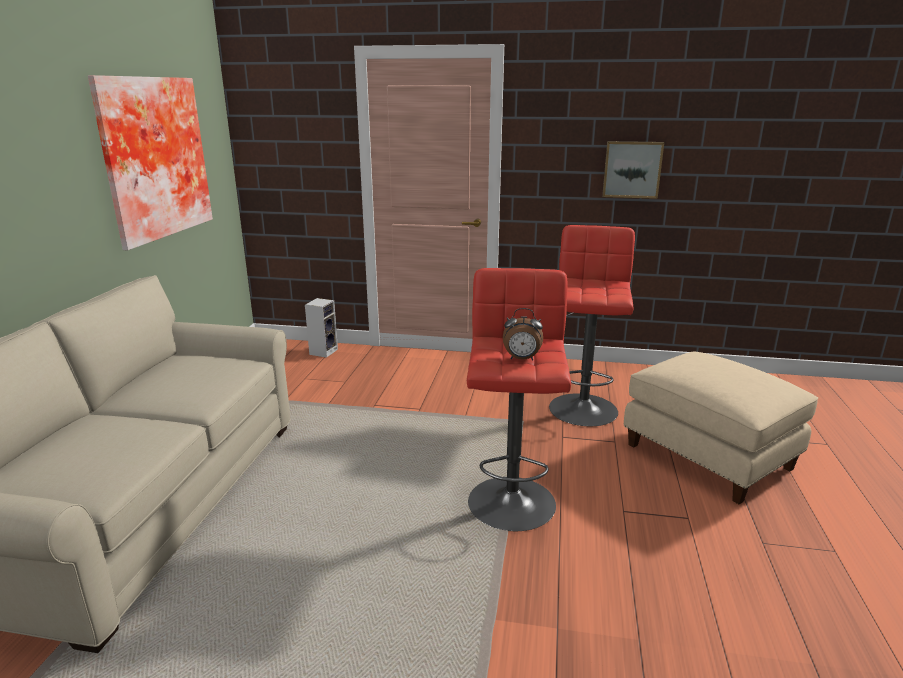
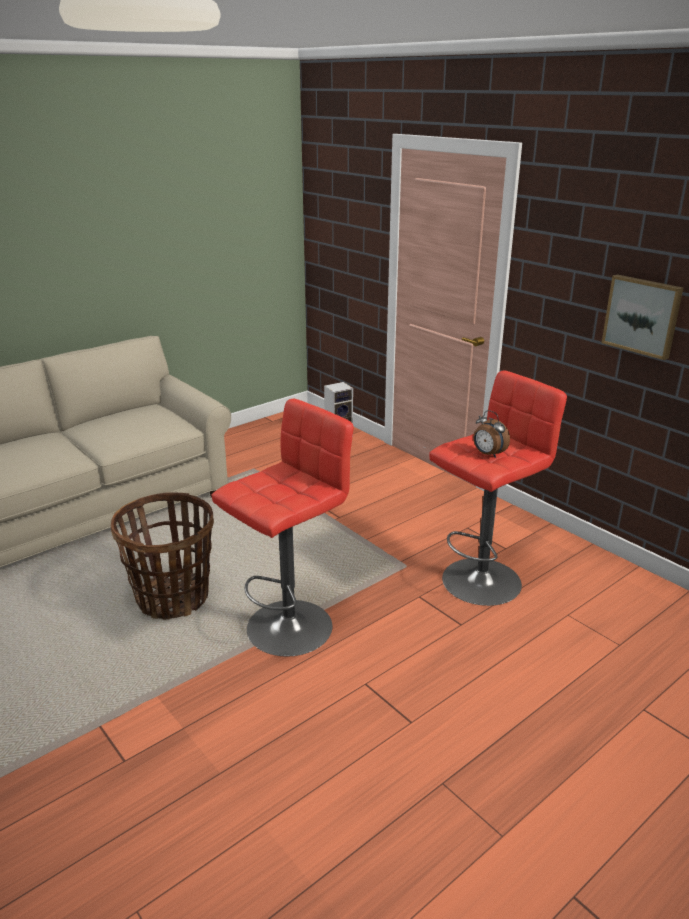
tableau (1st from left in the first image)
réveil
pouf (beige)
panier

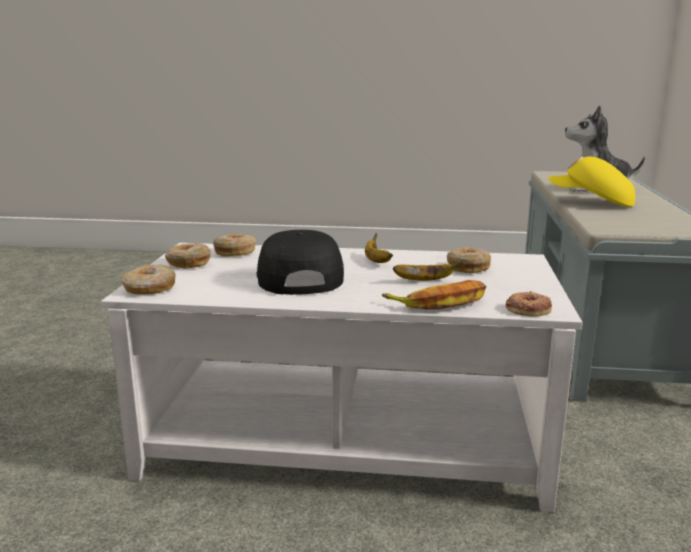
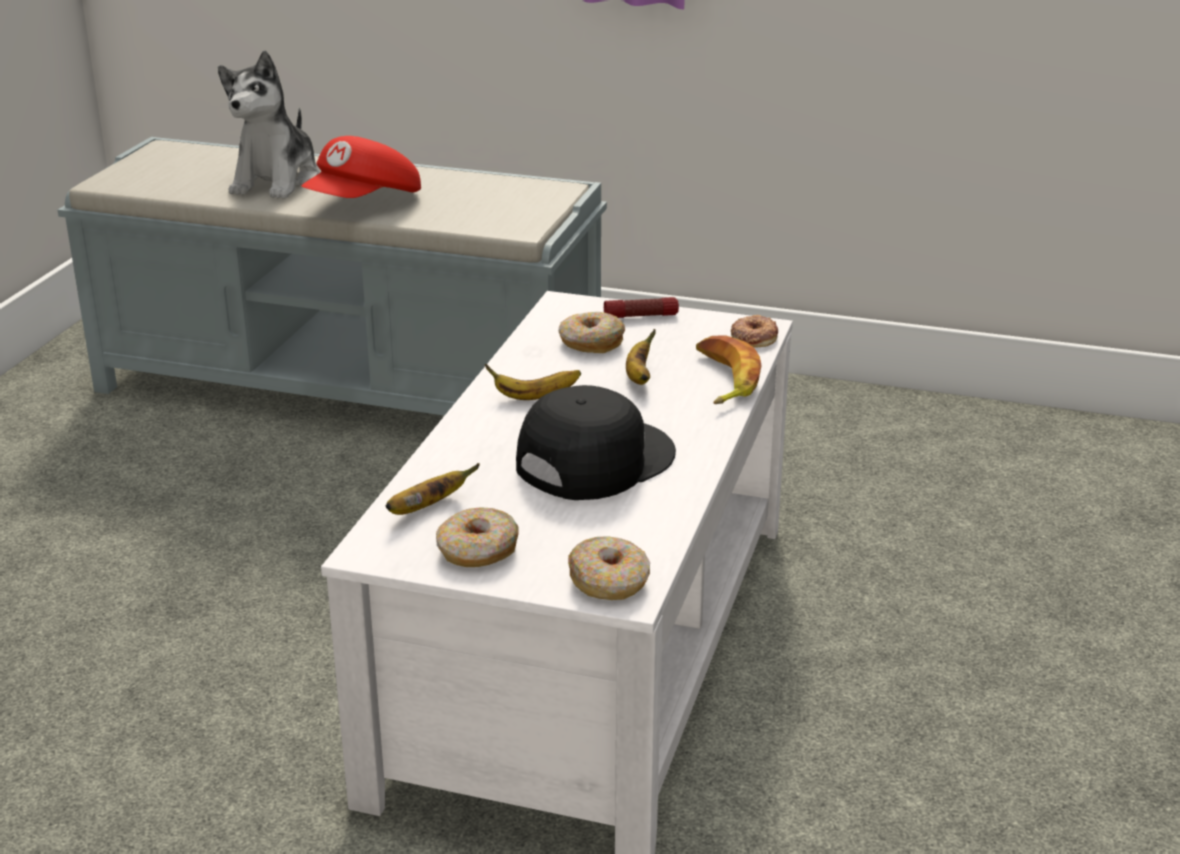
casquette (rouge)
casquette (noir)
banane (1st from left)
lampe de poche

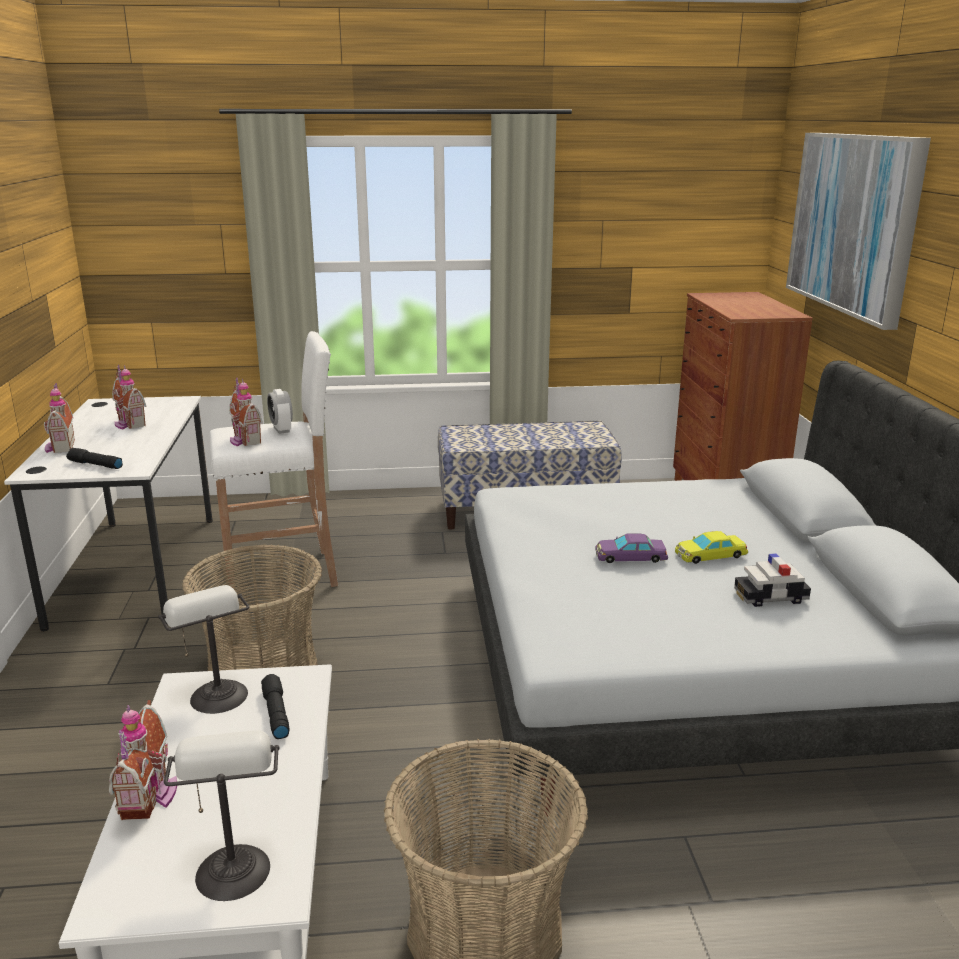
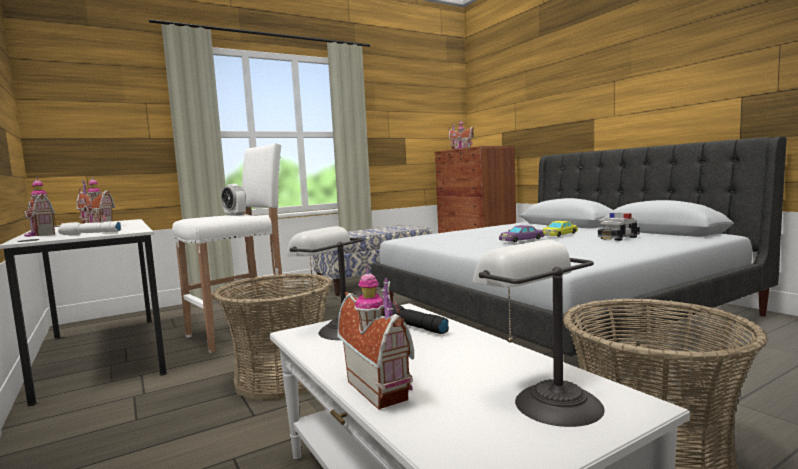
tableau
maison miniature (4th from left)
lampe de poche (blanc)

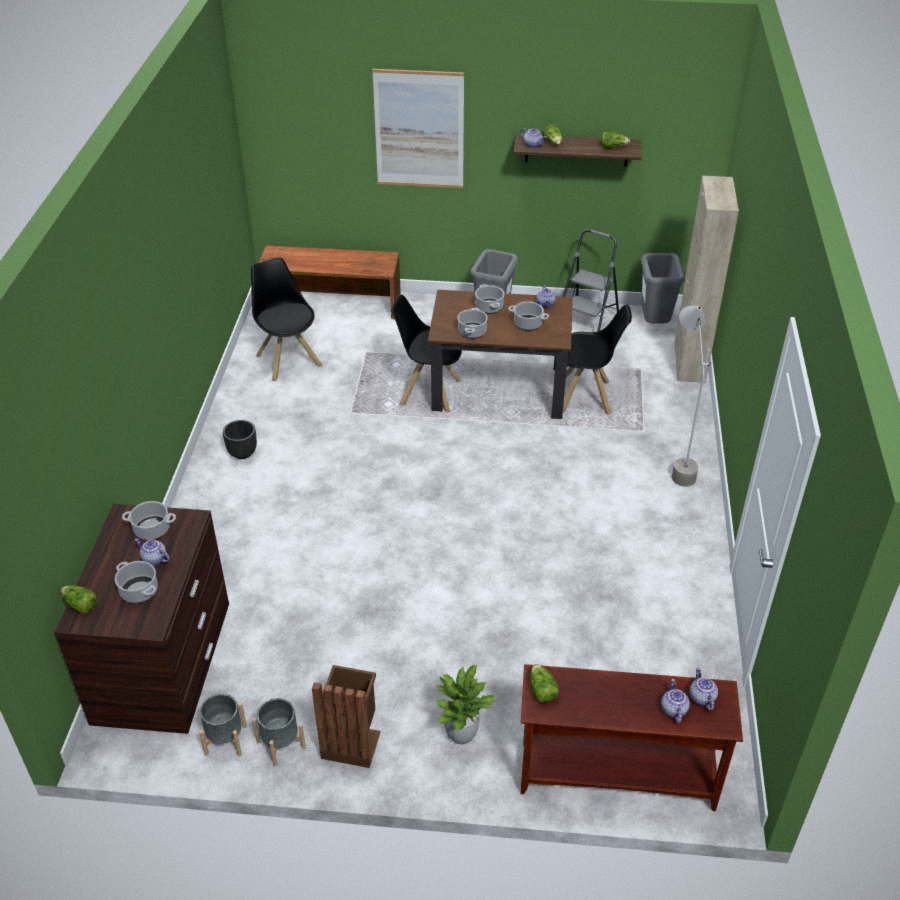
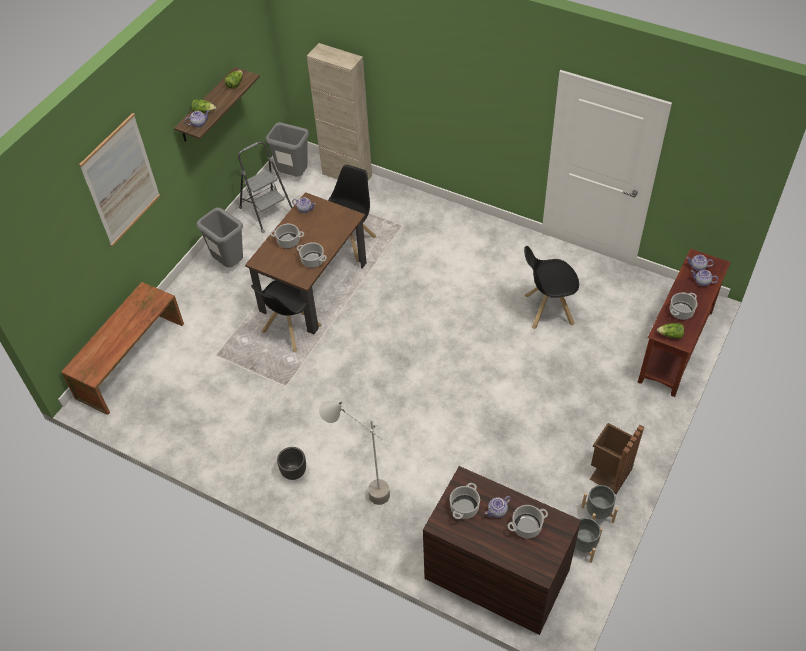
chaise (noir) (3rd from left)
marmite (5th from left)
lampadaire (gris)
laitue (1st from left in the first image)
plante en pot

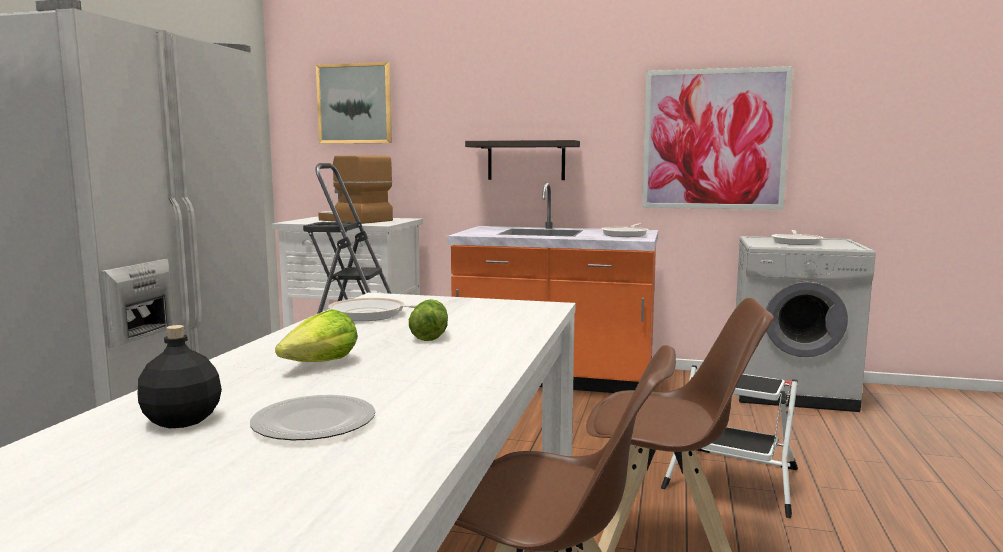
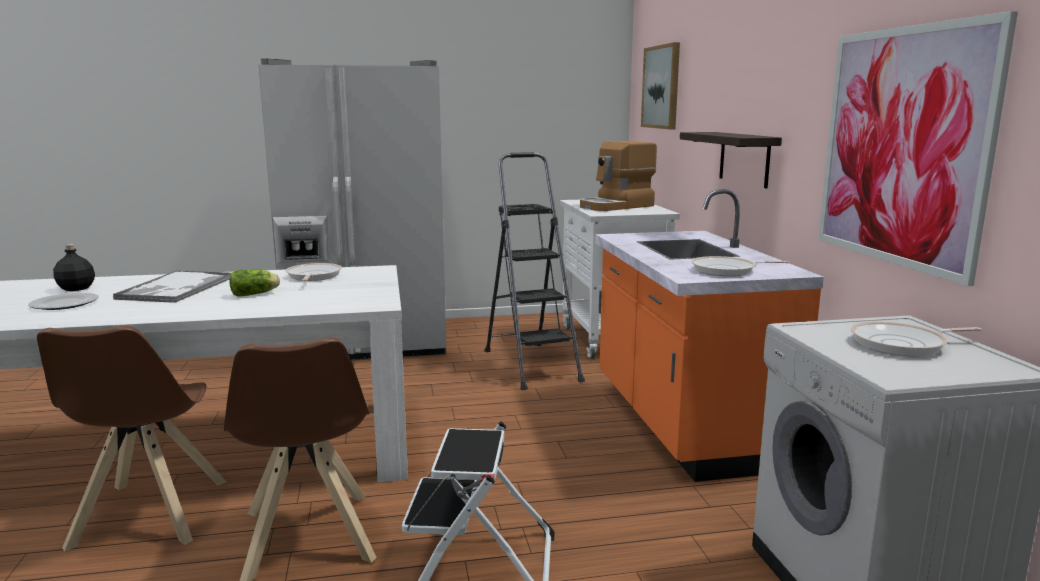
machine à café
plateau

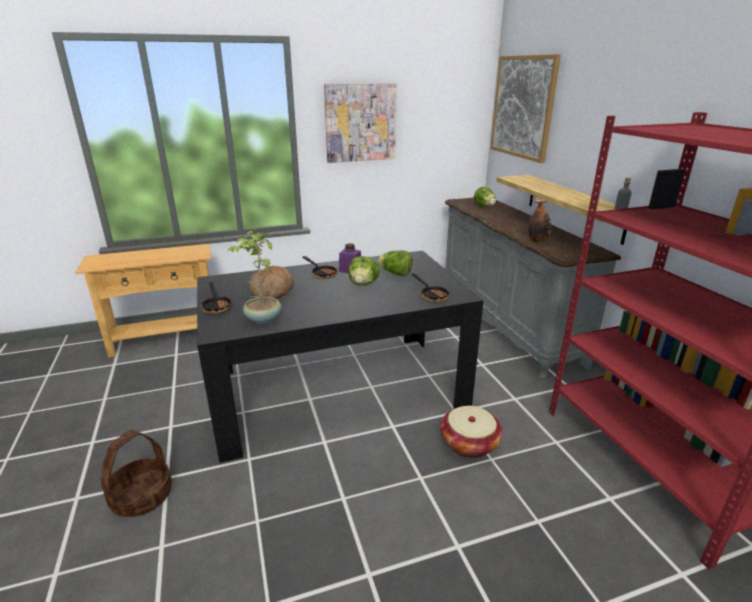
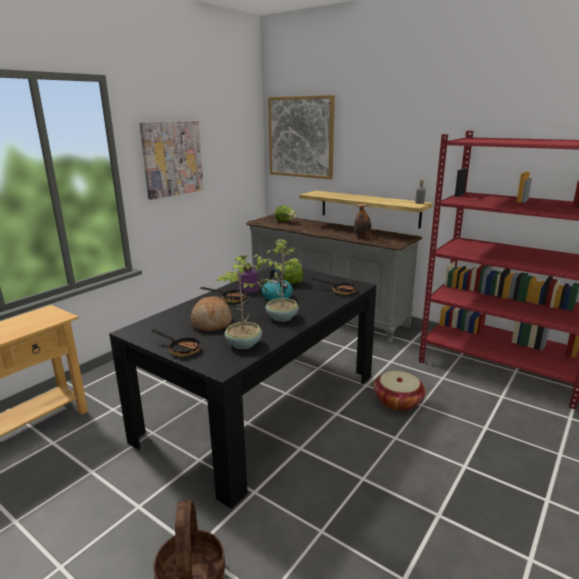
bouilloire
plante en pot (2nd from left)

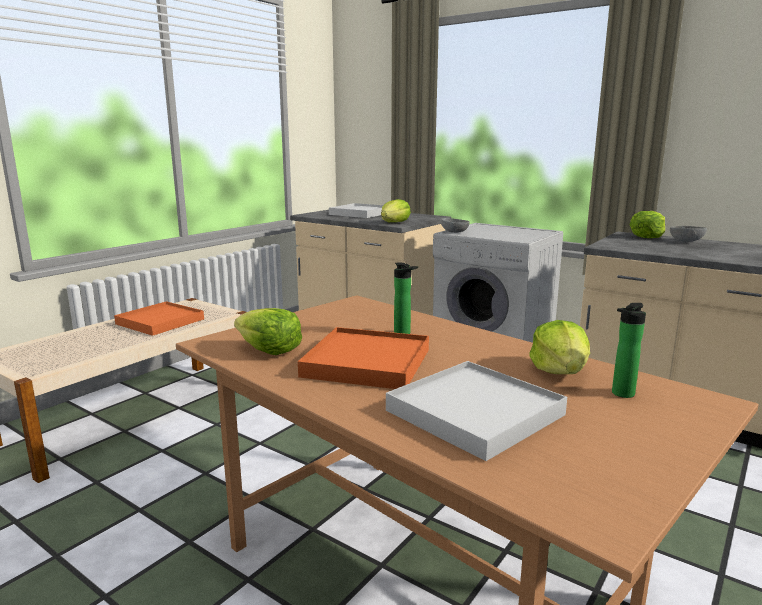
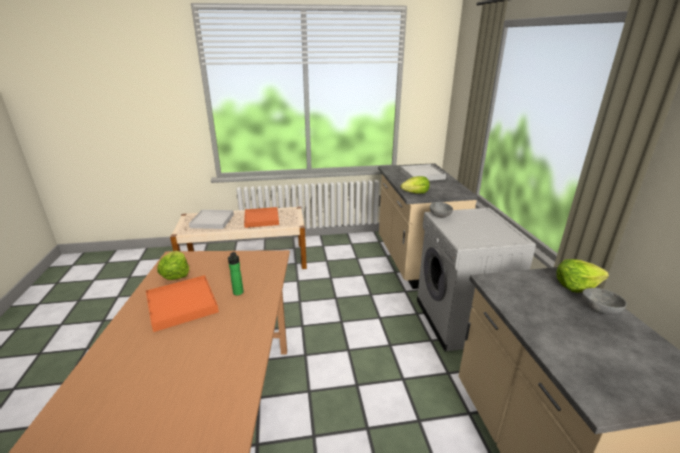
bouteille (2nd from left in the first image)
laitue (3rd from left in the first image)
plateau (blanc) (1st from left)

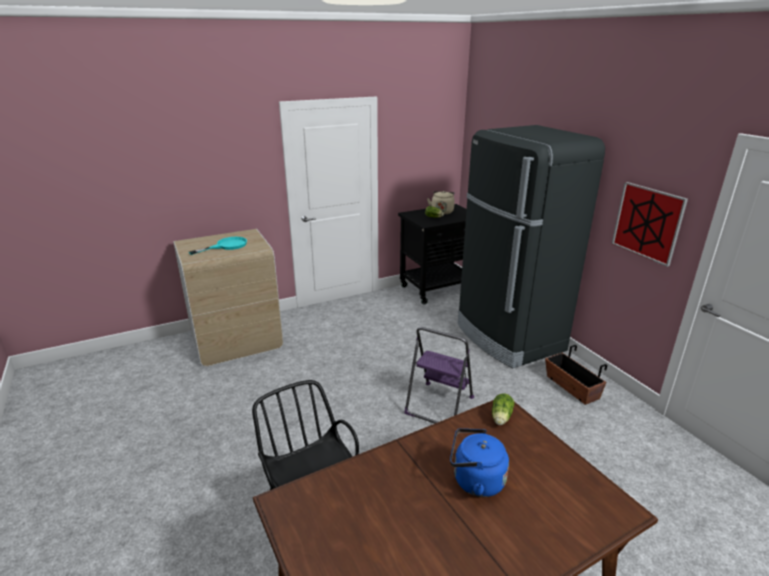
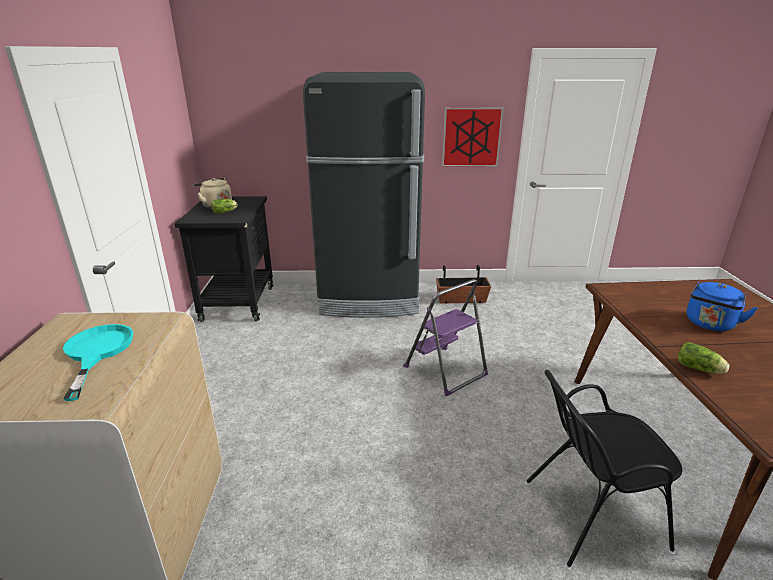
laitue (2nd from left)

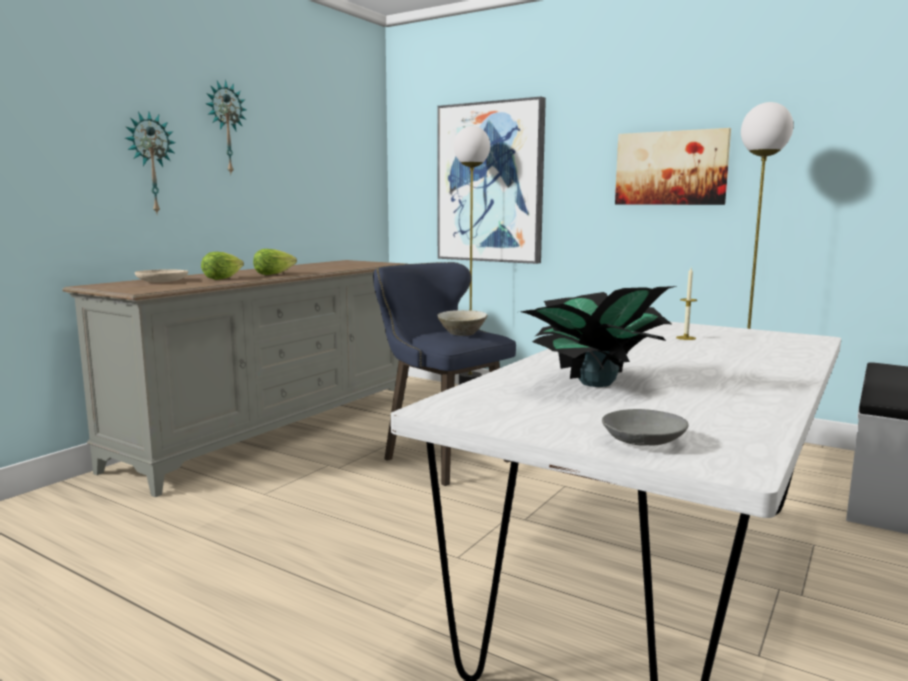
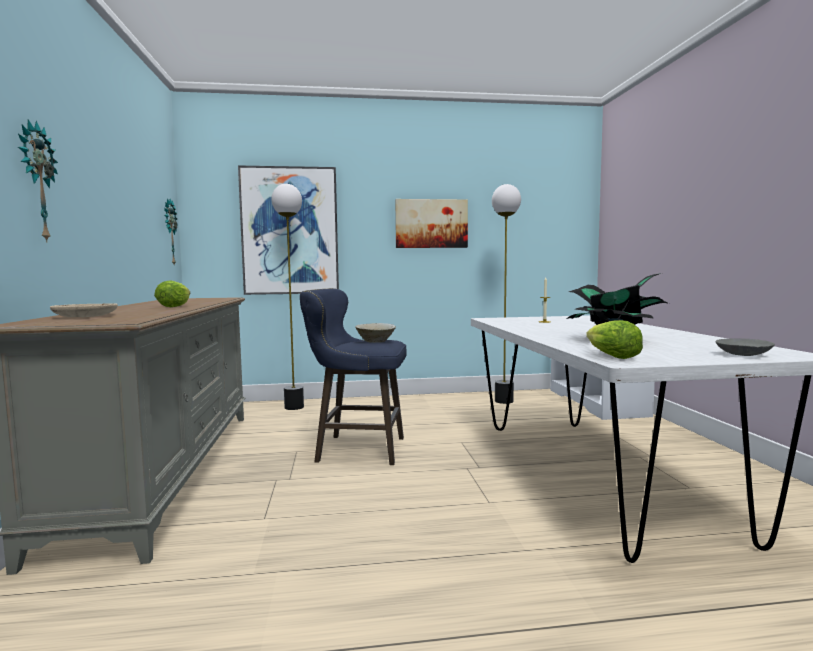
horloge murale (2nd from left)
laitue (2nd from left)

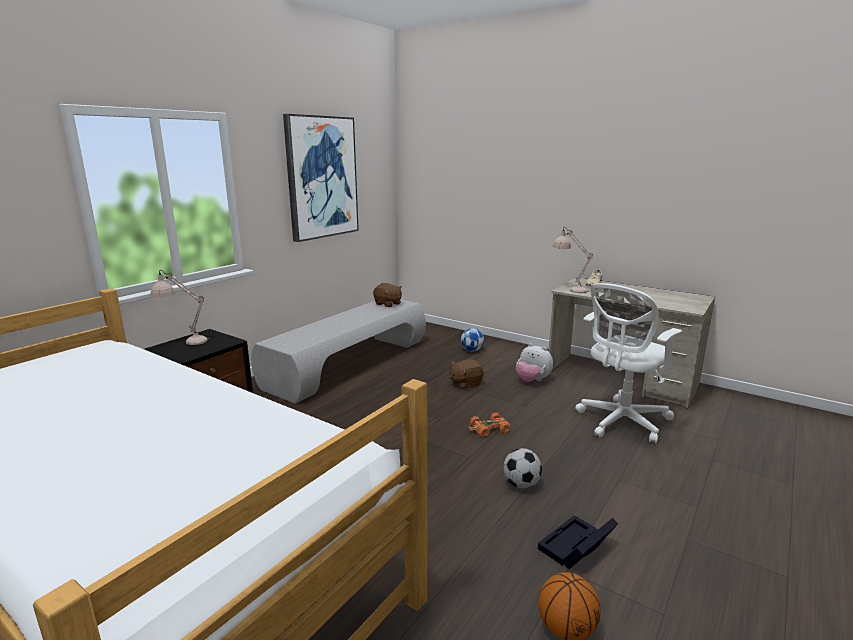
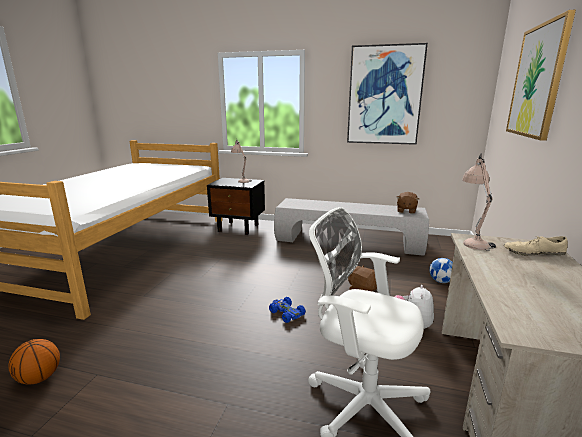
petite voiture (bleu)
ballon de foot (2nd from left in the first image)
boîte de rangement (noir)
tableau (2nd from left)

